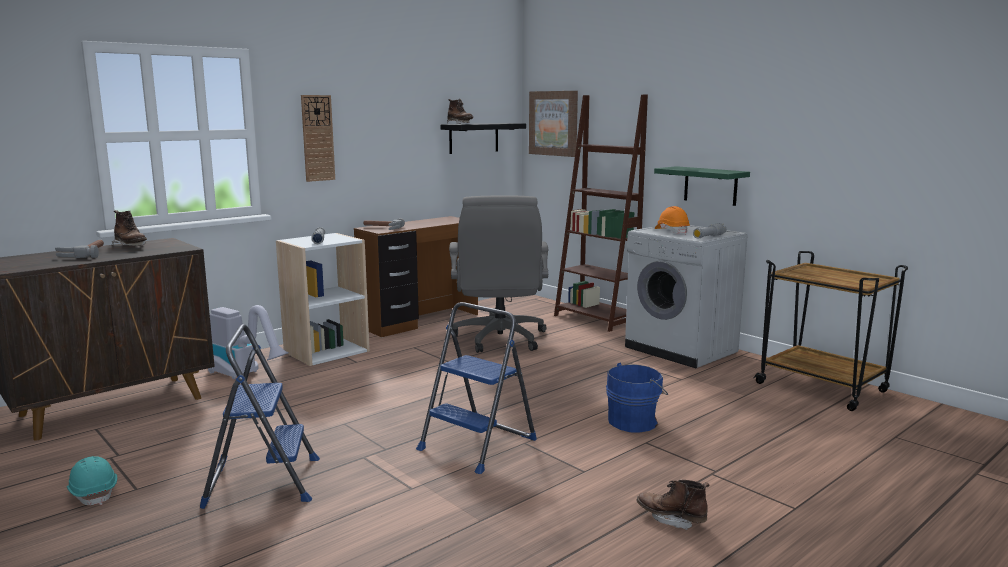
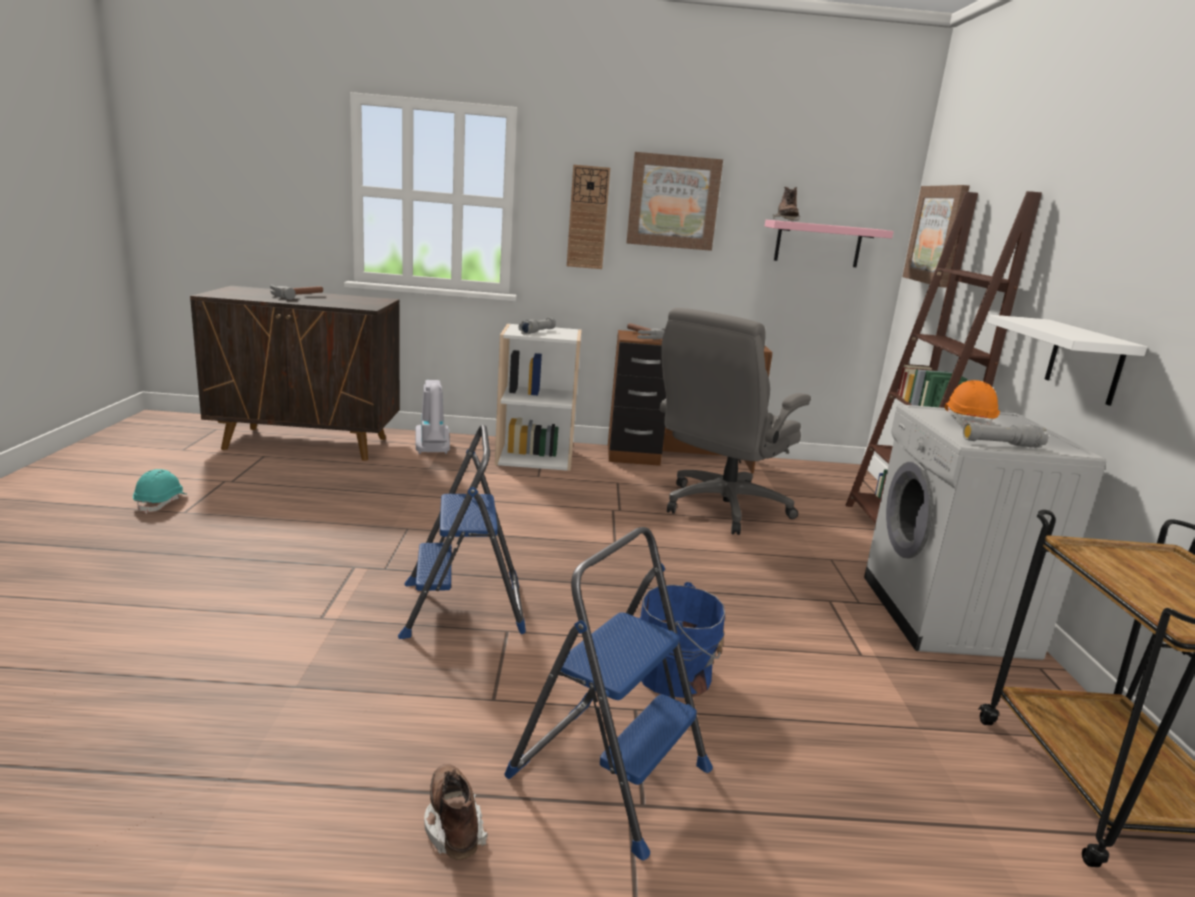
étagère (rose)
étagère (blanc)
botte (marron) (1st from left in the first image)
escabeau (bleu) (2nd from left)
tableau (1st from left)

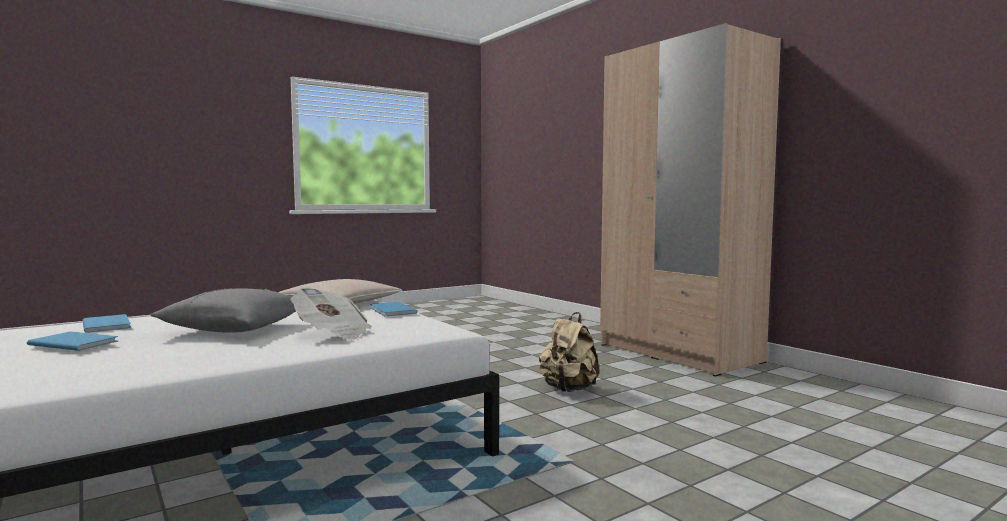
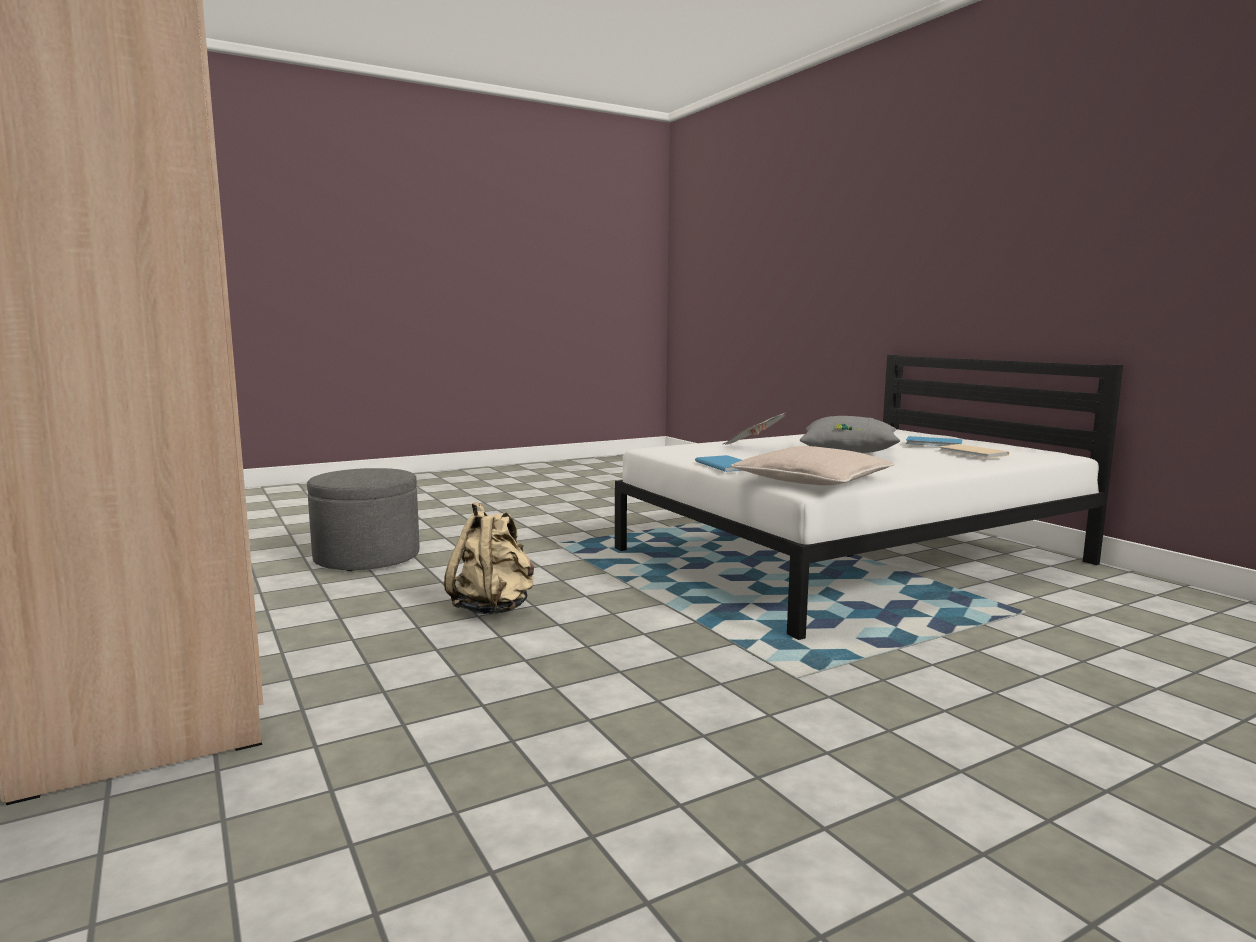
livre (beige)
pouf (gris)

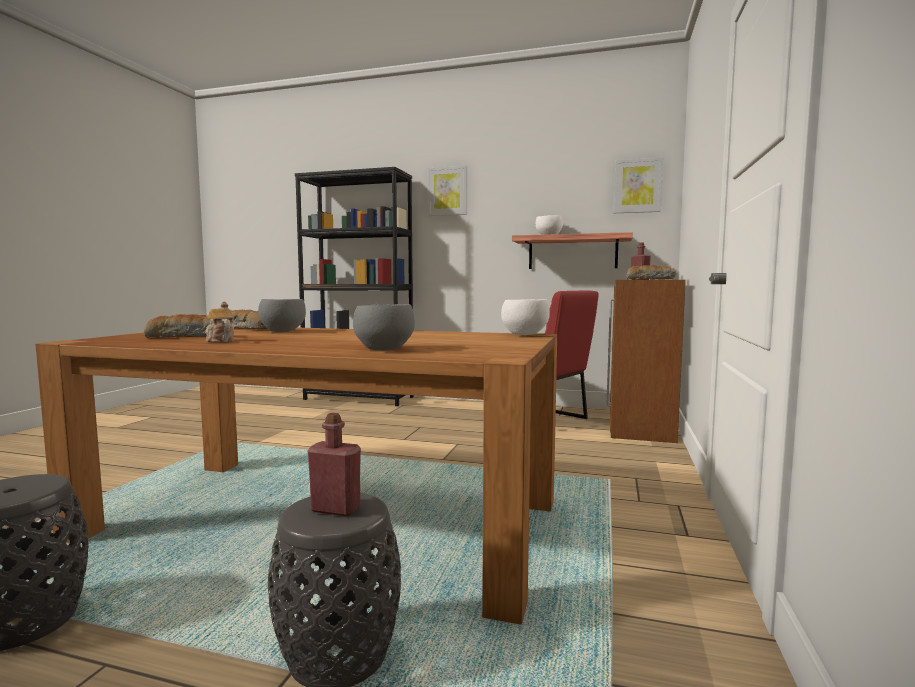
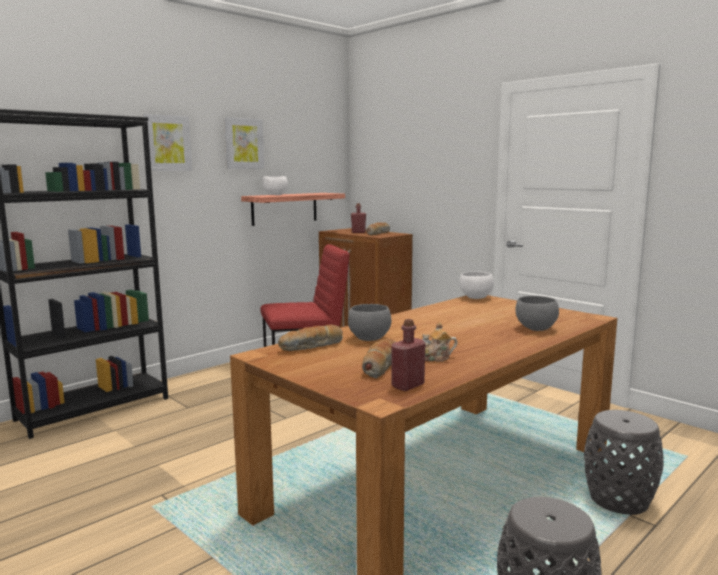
tableau (2nd from left)
bouteille (rouge) (2nd from left)

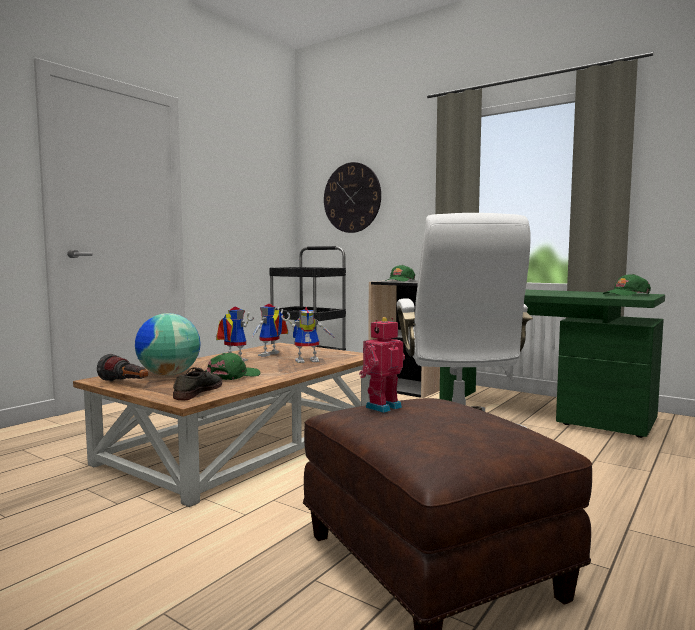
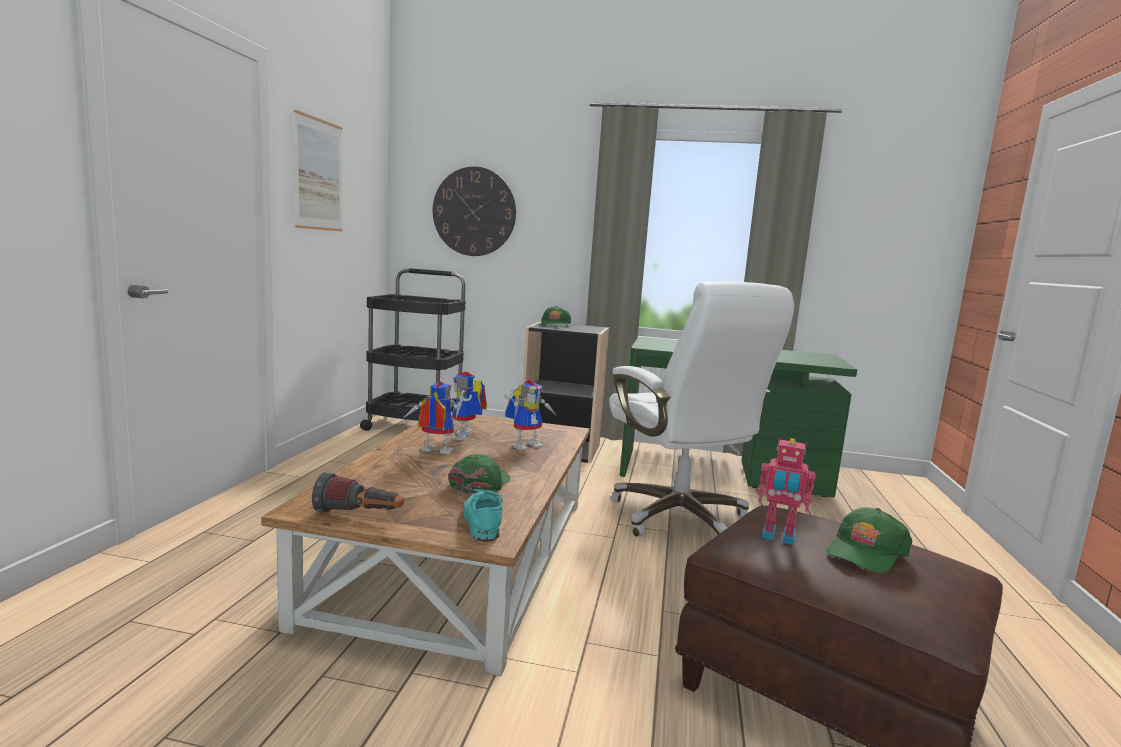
casquette (vert) (3rd from left)
globe
robot jouet (4th from left)
chaussure (turquoise)
tableau

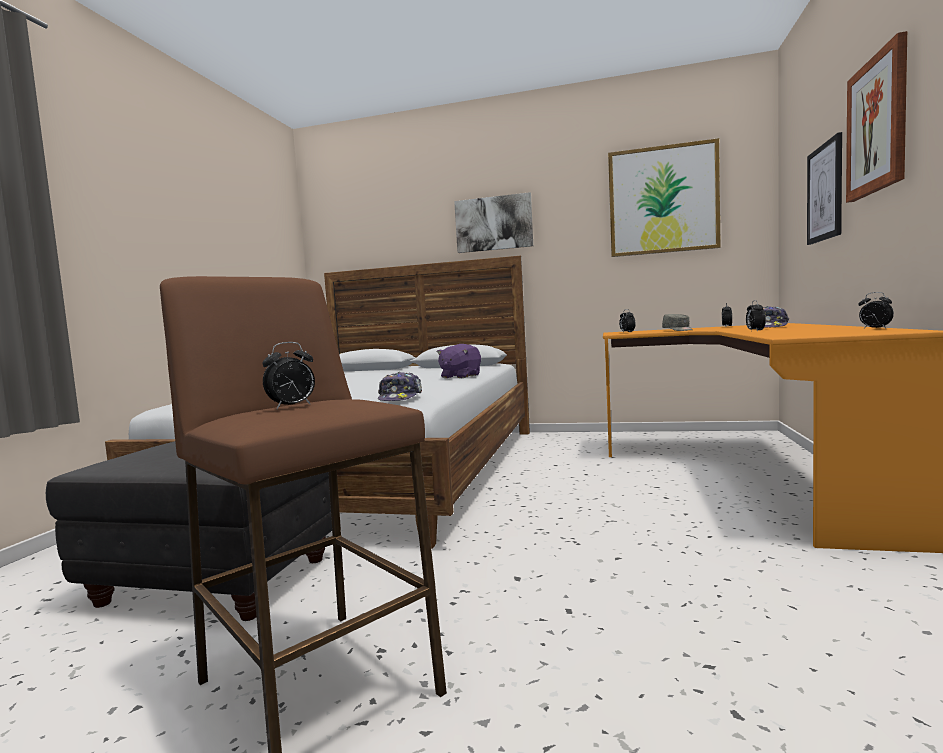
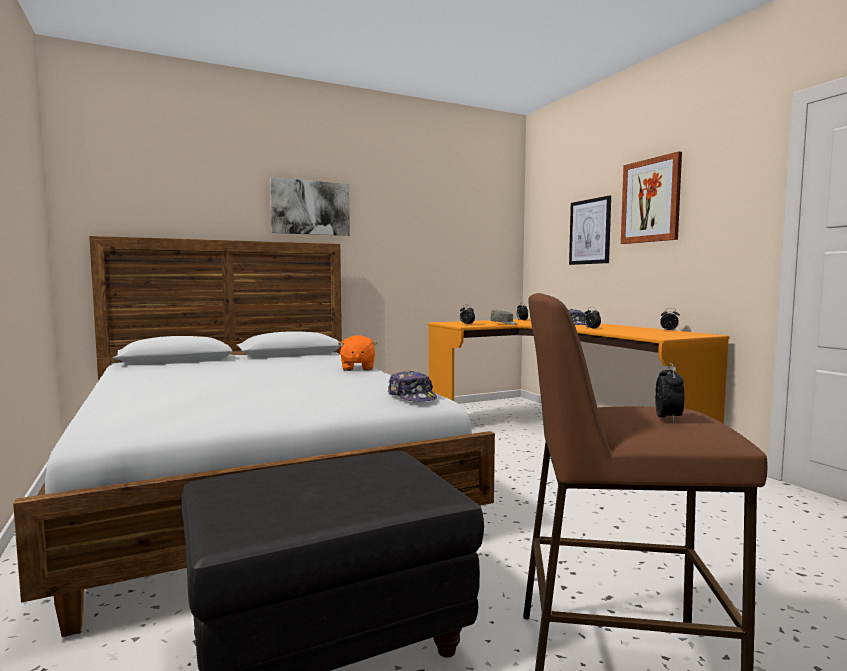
tableau (2nd from left in the first image)
peluche (orange)

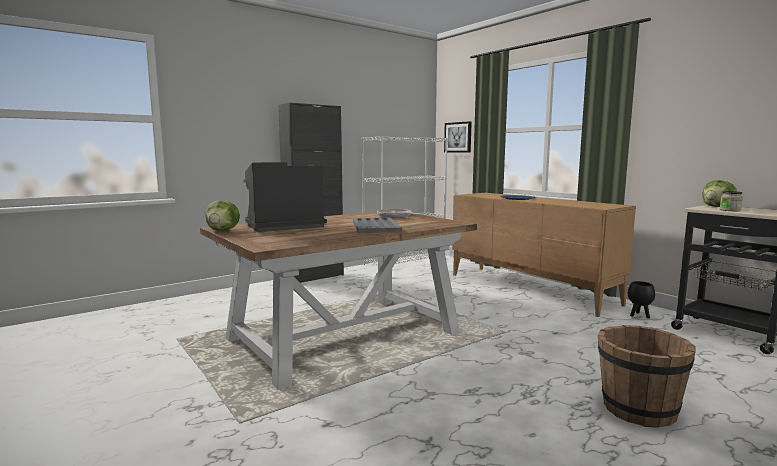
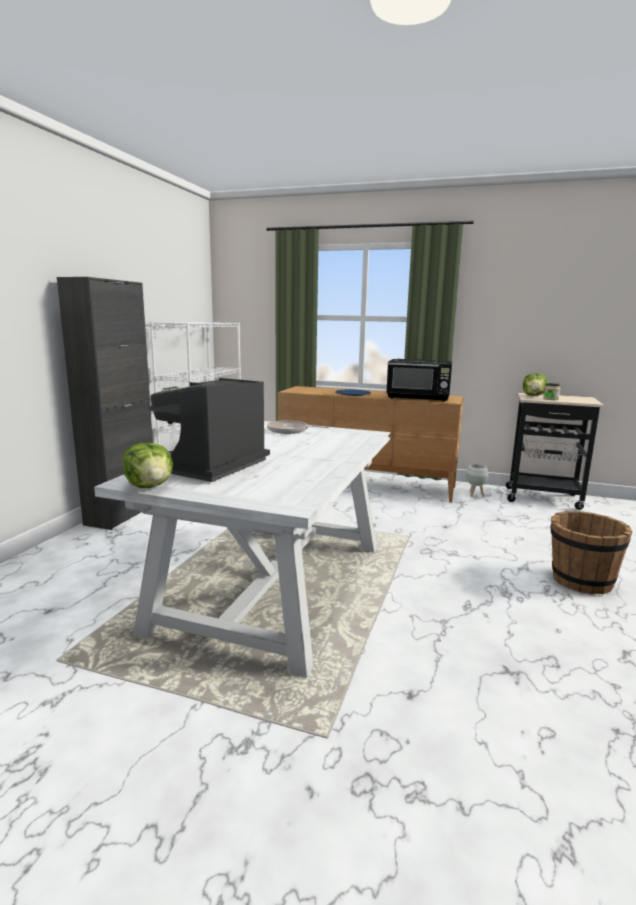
tableau
table à manger (blanc)
plateau (gris)
cache-pot (blanc)
micro-ondes (noir)

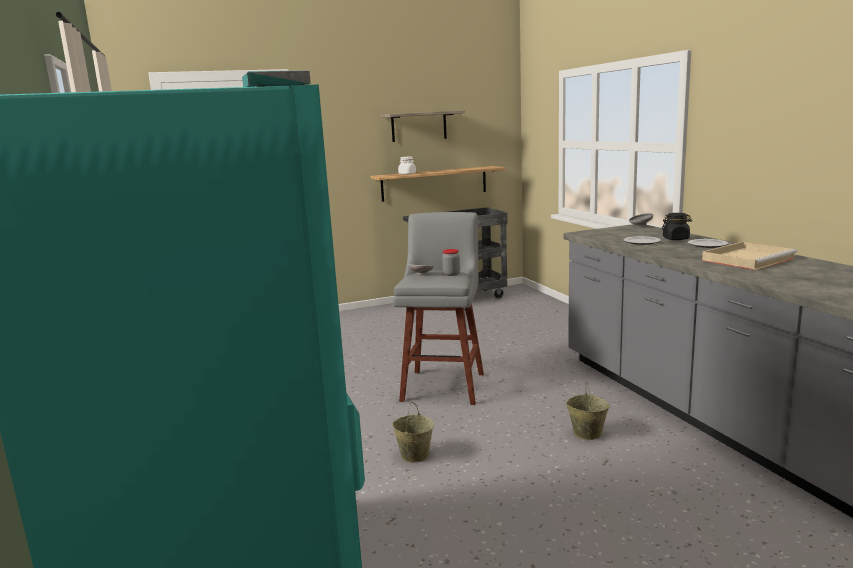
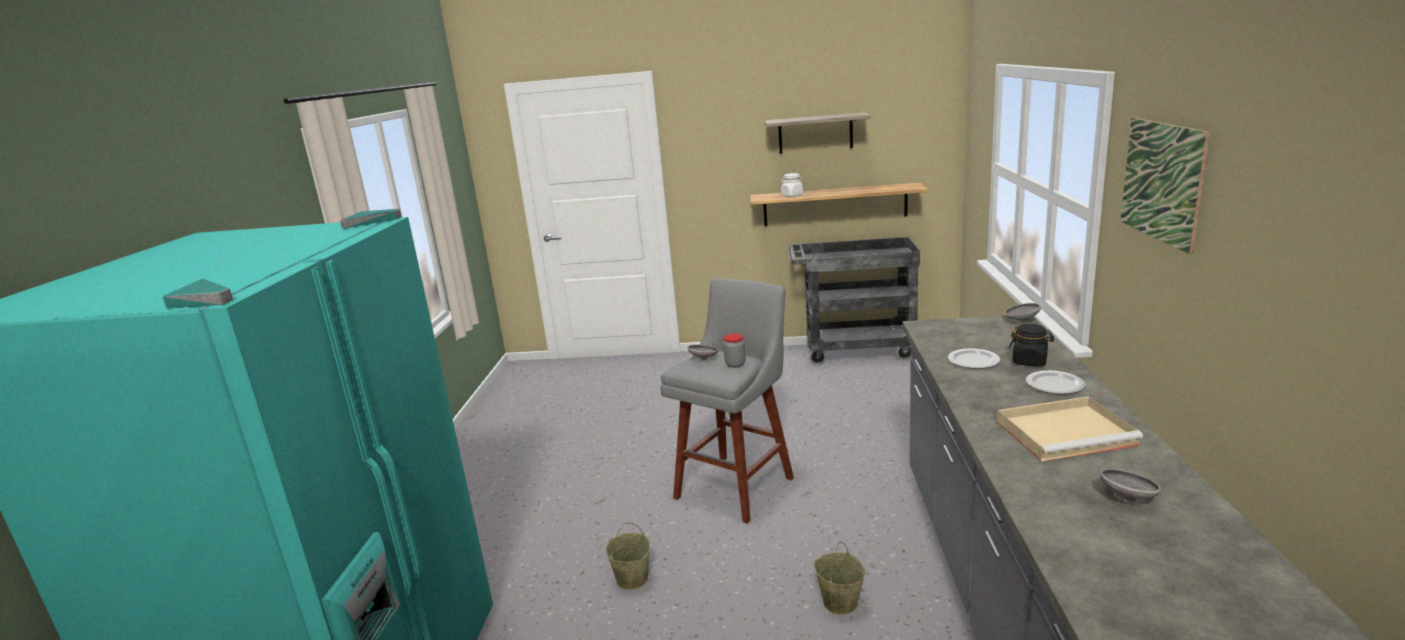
tableau
bol (gris) (3rd from left)

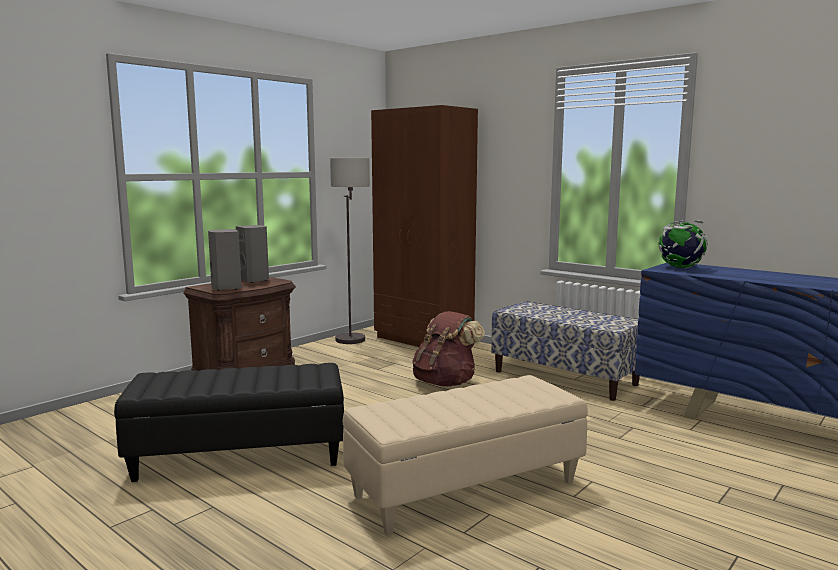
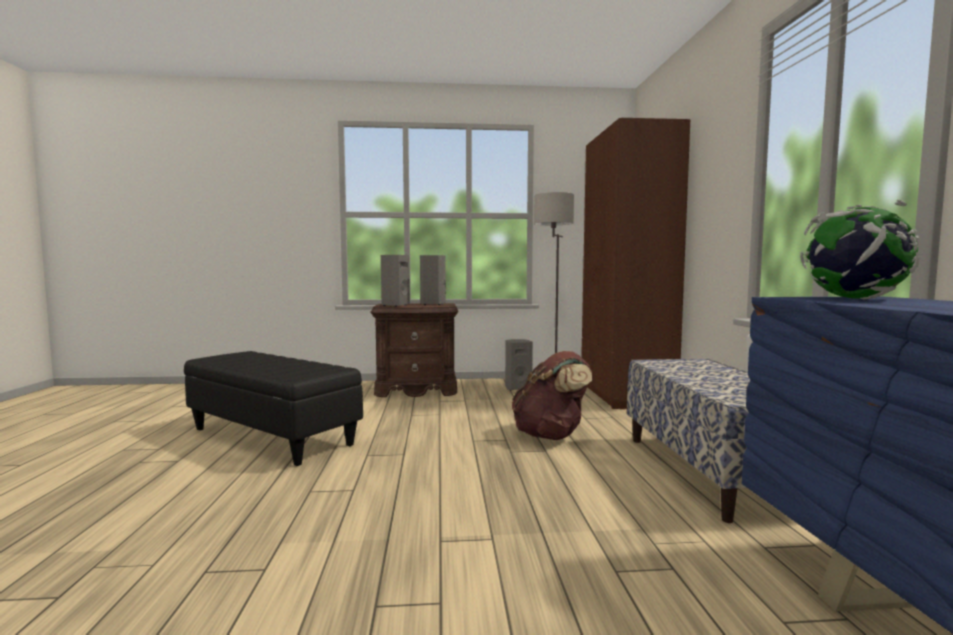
pouf (beige)
enceinte (gris) (3rd from left)

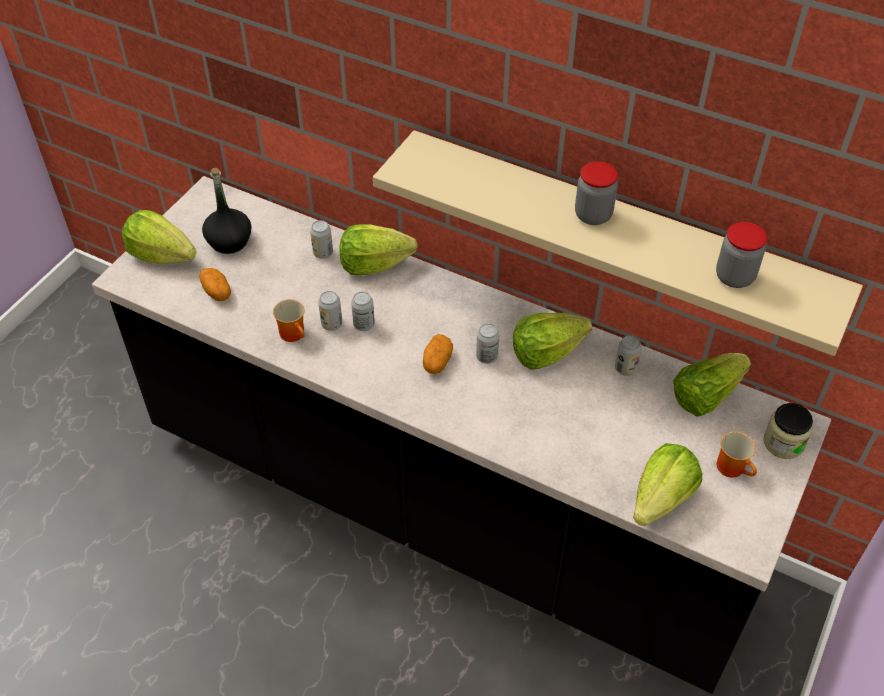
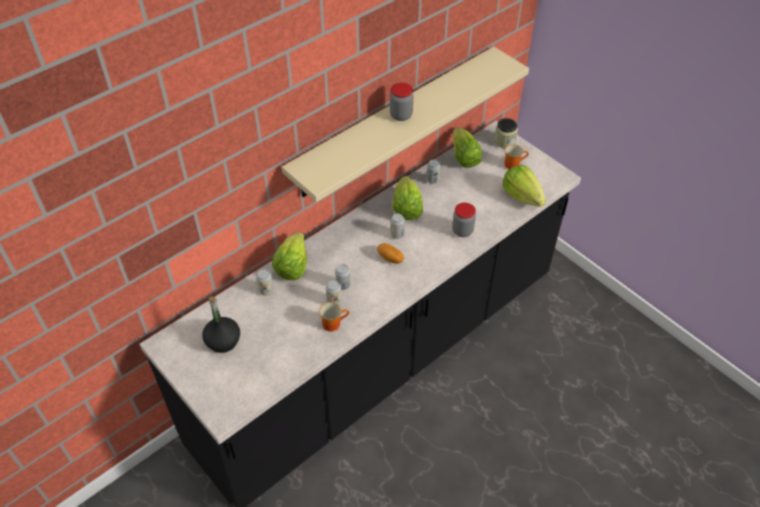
laitue (1st from left in the first image)
bocal (2nd from left)
pomme de terre (1st from left in the first image)

